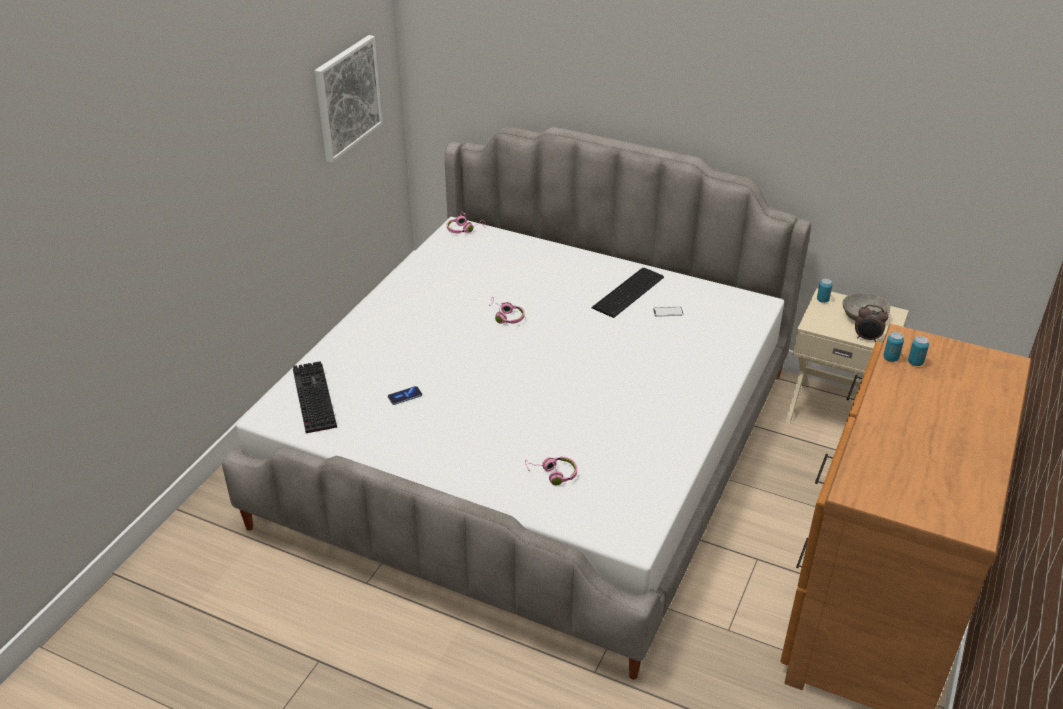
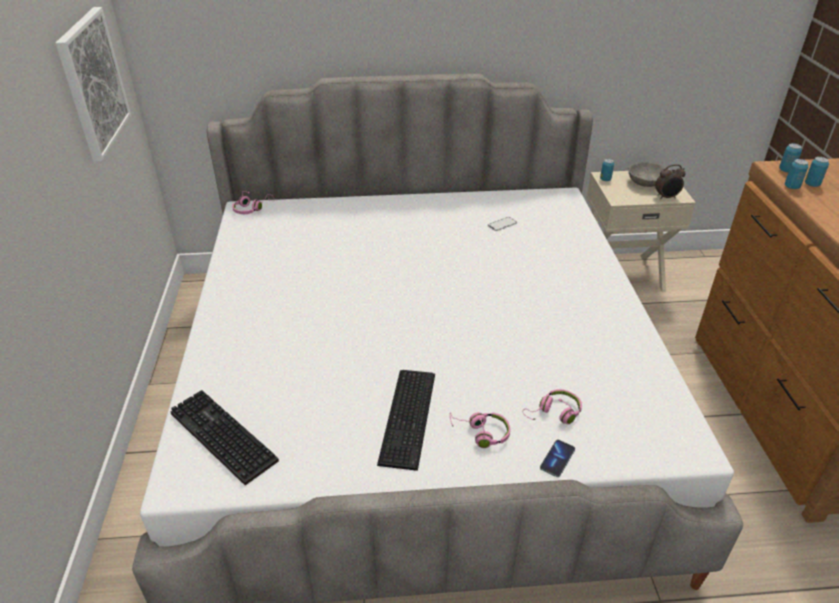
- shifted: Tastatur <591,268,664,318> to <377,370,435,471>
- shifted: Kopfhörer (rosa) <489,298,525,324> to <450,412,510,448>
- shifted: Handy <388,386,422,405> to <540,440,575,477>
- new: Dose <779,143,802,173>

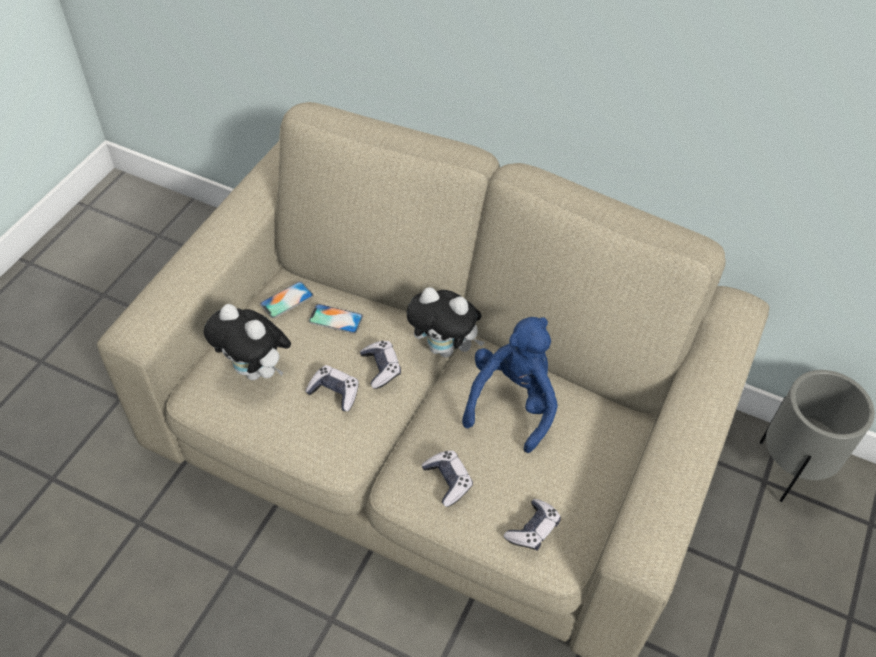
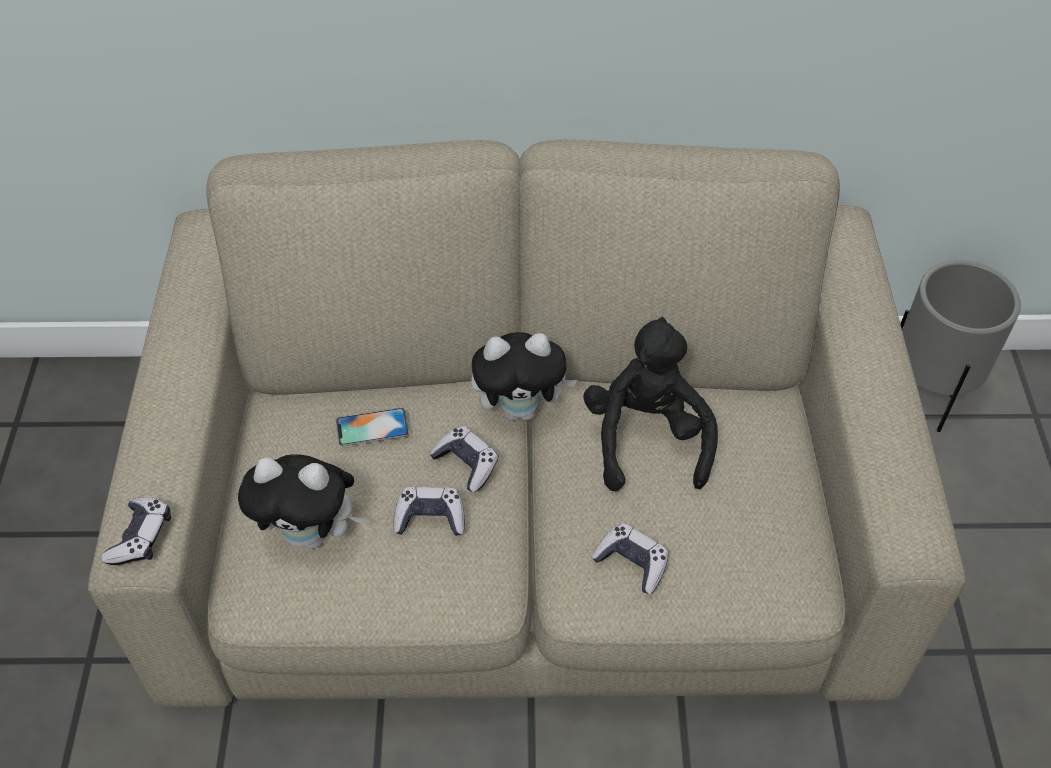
- gone: Handy <260,281,314,318>
- repainted: Plüschtier (blau) <462,317,558,453> to Plüschtier (schwarz) <583,317,718,491>
- shifted: Gamepad <504,499,561,551> to <101,497,171,565>

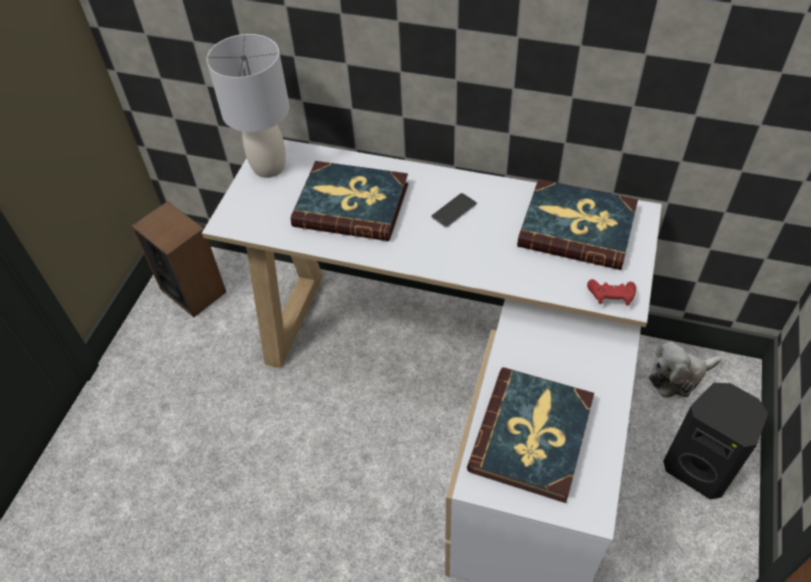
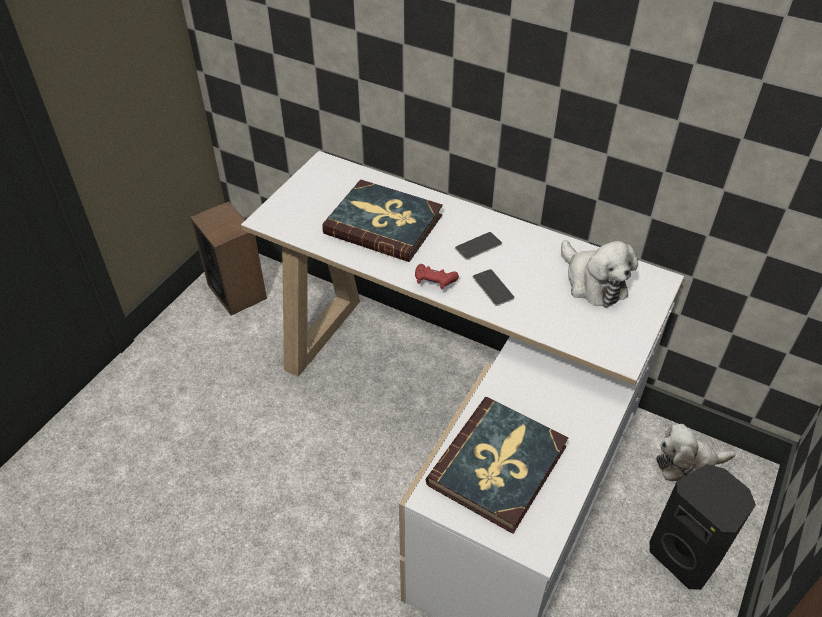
- gone: Tischlampe (grau) <207,34,290,178>
- swapped: Buch <517,179,638,270> to Plüschtier <561,240,638,308>
- shifted: Gamepad (rot) <587,279,636,306> to <415,264,459,289>
- new: Handy <472,269,515,306>

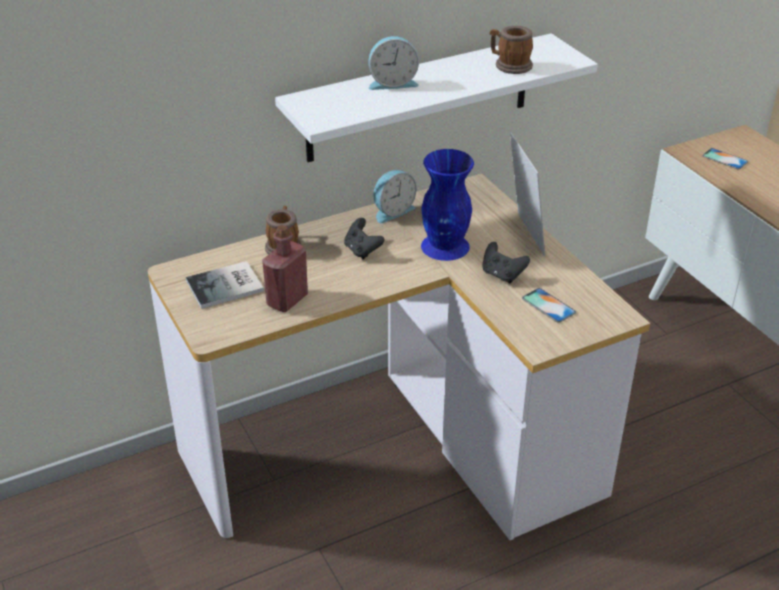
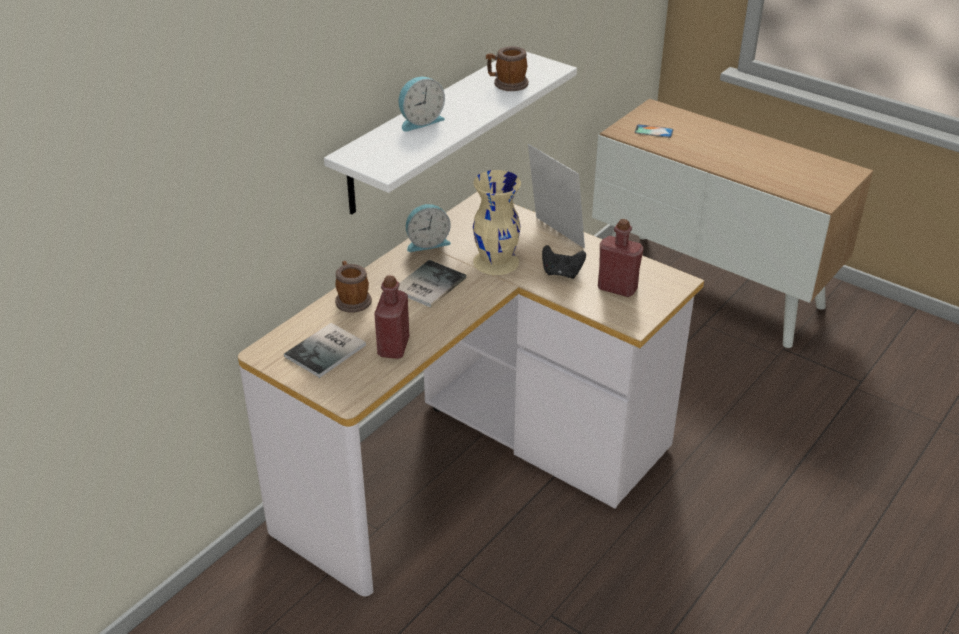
- repainted: Vase (blau) <421,149,474,261> to Vase (beige) <473,170,521,275>
- rotated: Wecker <373,170,417,223> = <406,204,451,252> 45 degrees clockwise
- swapped: Gamepad (schwarz) <344,218,385,260> to Buch <398,260,466,308>
- swapped: Handy <522,288,576,323> to Flasche (rot) <598,219,643,297>

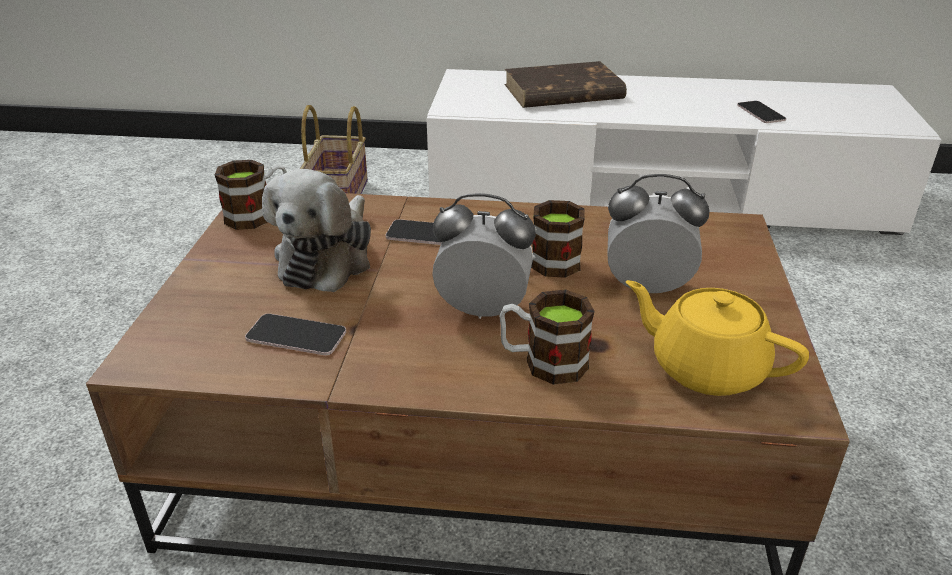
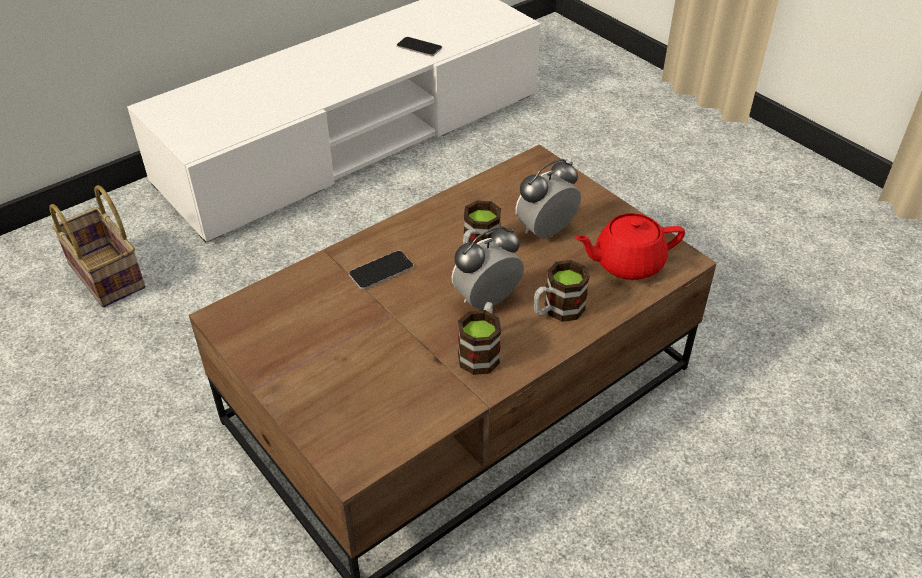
- gone: Buch (braun) <504,61,627,108>
- shifted: Henkelbecher <215,160,287,230> to <458,302,501,375>
- gone: Plüschtier <262,169,371,292>
- repainted: Teekanne (gelb) <626,280,809,396> to Teekanne (rot) <575,213,685,280>
- gone: Handy <245,313,346,355>

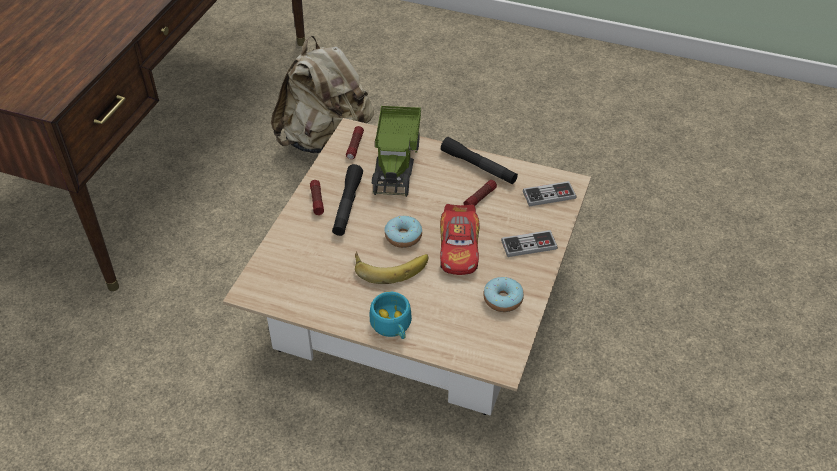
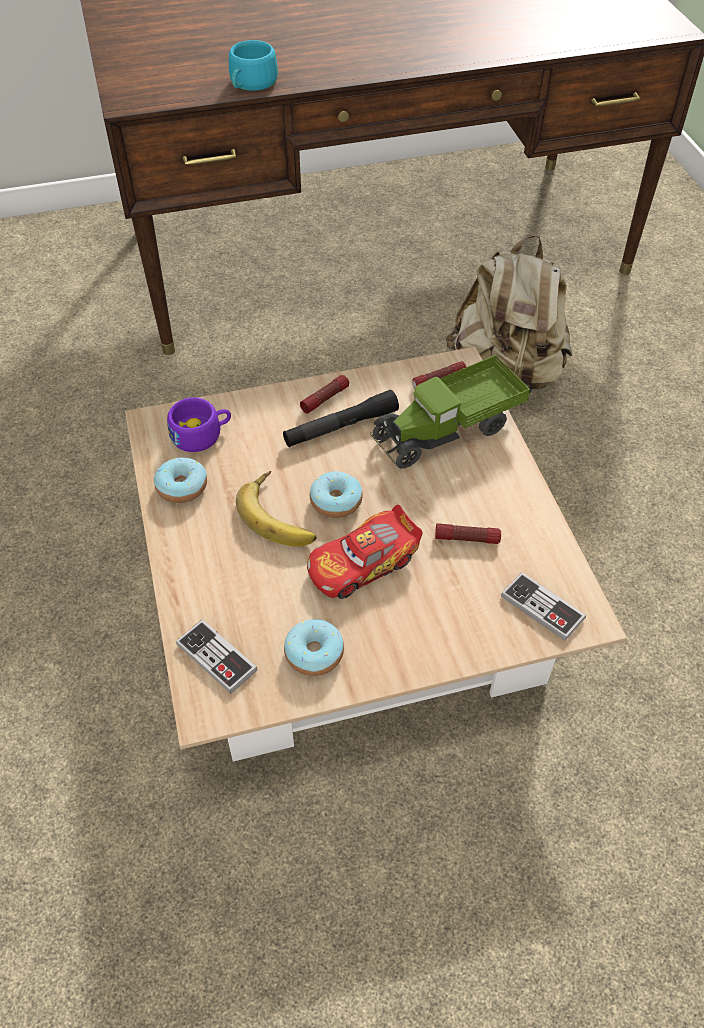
- gone: Taschenlampe (schwarz) <441,137,518,184>
- shifted: Gamepad <501,230,558,257> to <176,619,258,694>
- shifted: Tasse (türkis) <370,292,412,339> to <229,40,278,91>
- new: Tasse (lila) <167,397,231,452>
- new: Donut <154,457,207,503>

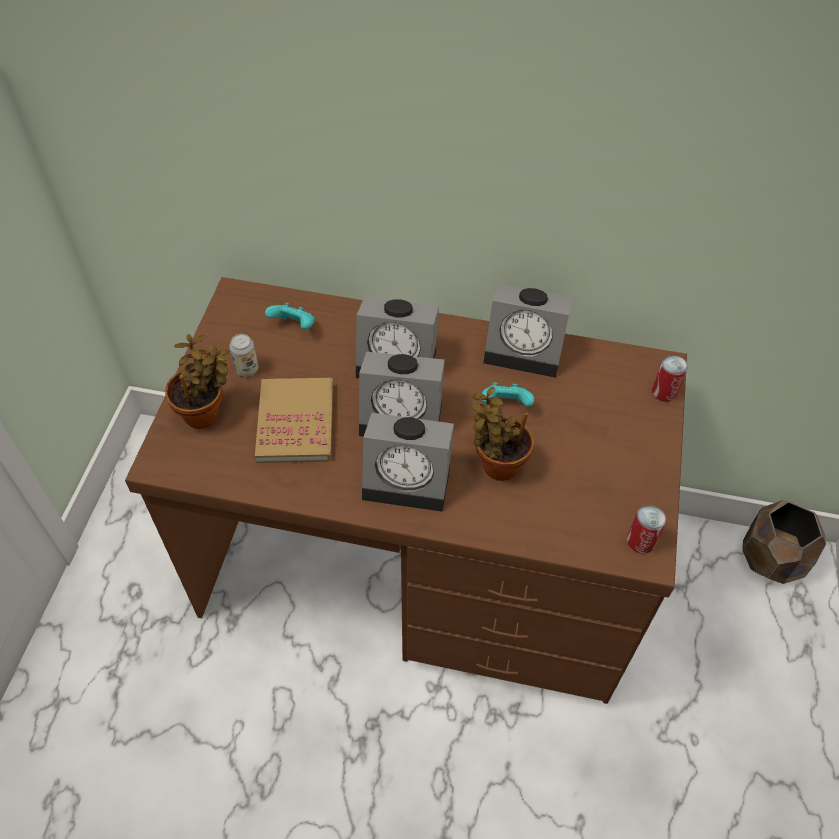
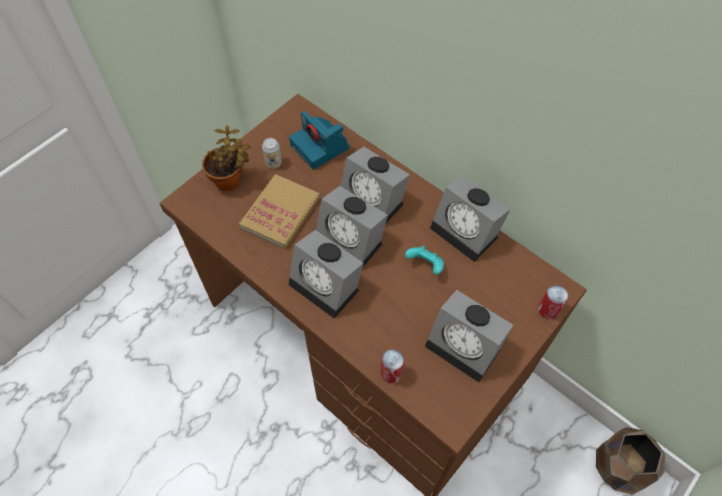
- swapped: Gamepad (türkis) <265,303,315,330> to Kamera <289,111,349,170>
- gone: Topfpflanze <471,387,534,481>
- shifted: Dose <627,504,667,554> to <381,349,405,383>
- new: Wecker <425,290,513,382>

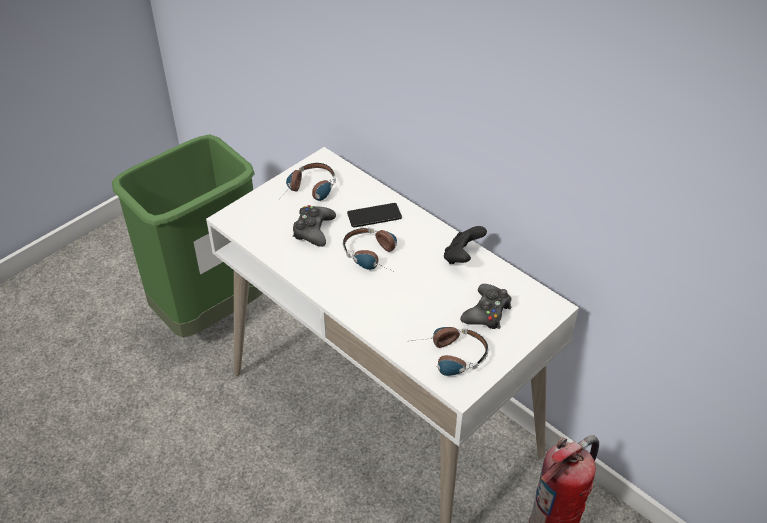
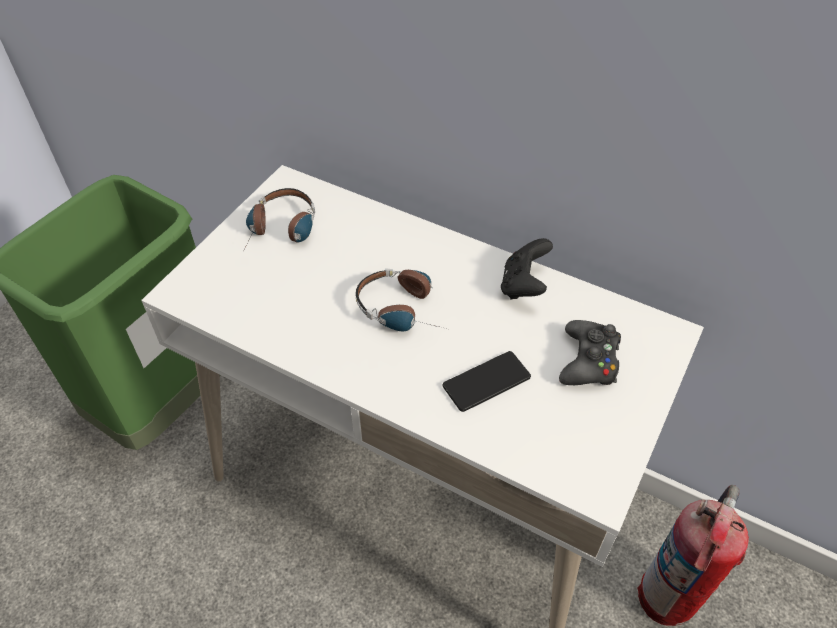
- shifted: Handy <347,203,402,228> to <442,351,531,412>
- gone: Gamepad (schwarz) <293,205,336,247>
- gone: Kopfhörer <411,327,488,376>

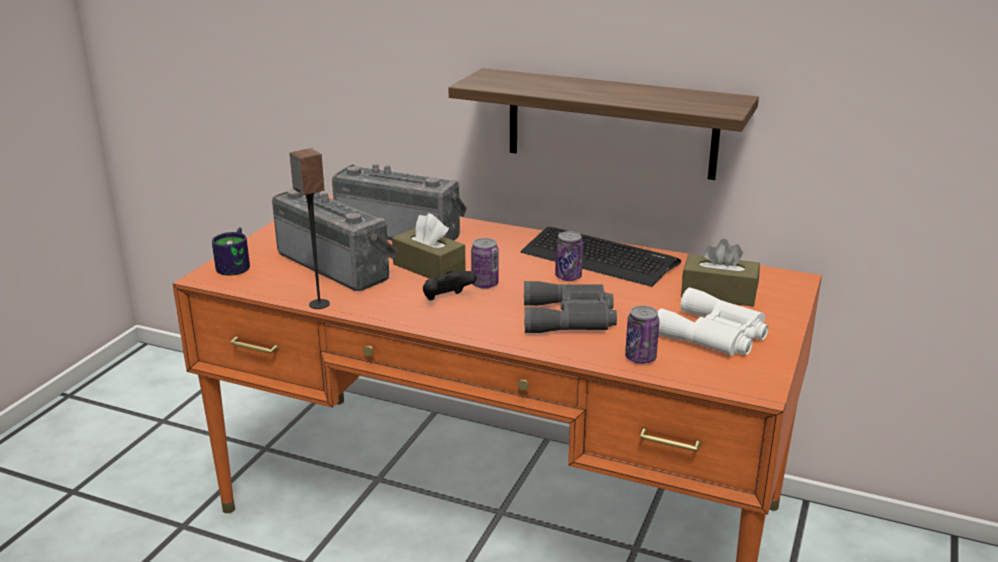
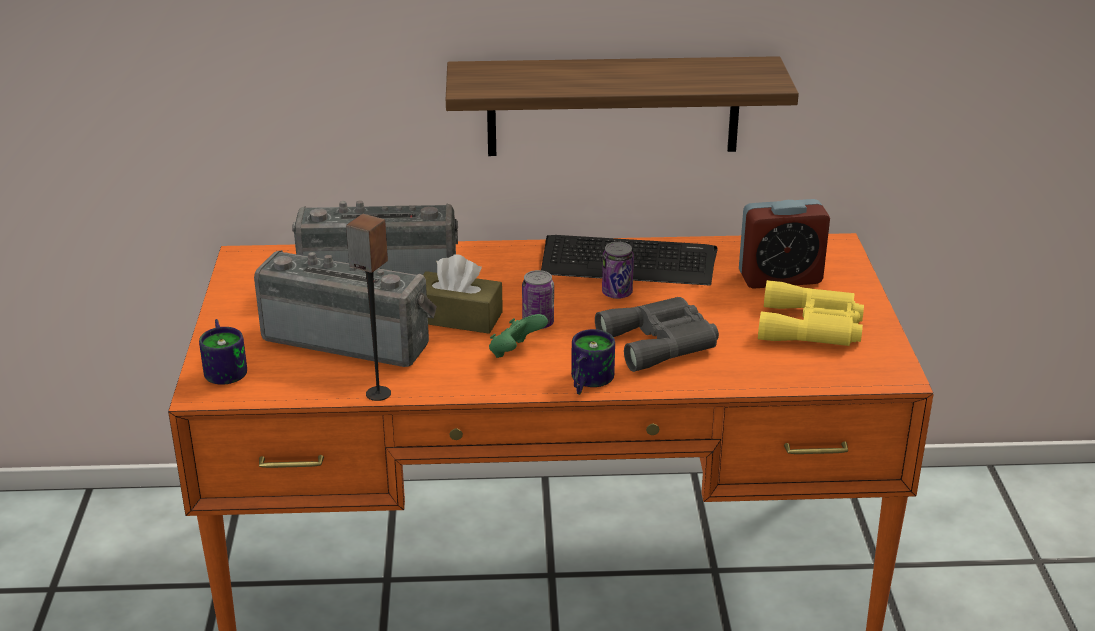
- swapped: Taschentuchbox (braun) <681,239,760,306> to Wecker <739,199,830,289>
- repainted: Gamepad (schwarz) <423,271,477,300> to Gamepad (grün) <489,314,548,358>
- repainted: Fernglas (weiß) <658,288,768,356> to Fernglas (gelb) <758,280,864,346>
- gone: Dose <625,306,659,364>
- new: Henkelbecher <571,329,615,395>

